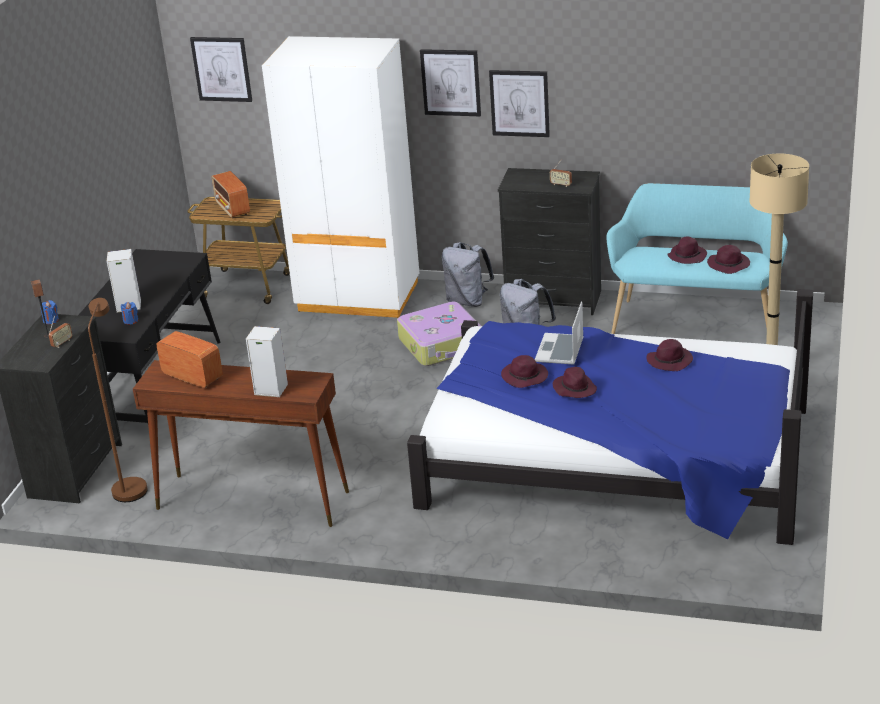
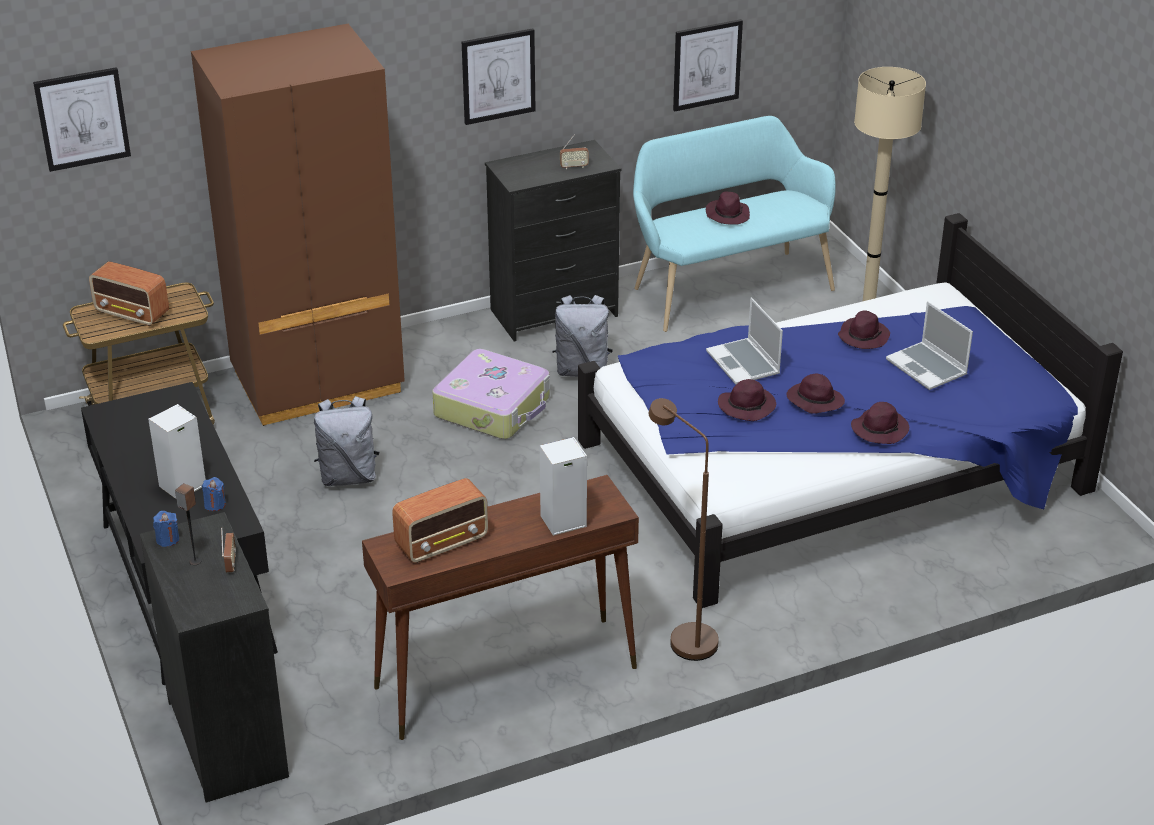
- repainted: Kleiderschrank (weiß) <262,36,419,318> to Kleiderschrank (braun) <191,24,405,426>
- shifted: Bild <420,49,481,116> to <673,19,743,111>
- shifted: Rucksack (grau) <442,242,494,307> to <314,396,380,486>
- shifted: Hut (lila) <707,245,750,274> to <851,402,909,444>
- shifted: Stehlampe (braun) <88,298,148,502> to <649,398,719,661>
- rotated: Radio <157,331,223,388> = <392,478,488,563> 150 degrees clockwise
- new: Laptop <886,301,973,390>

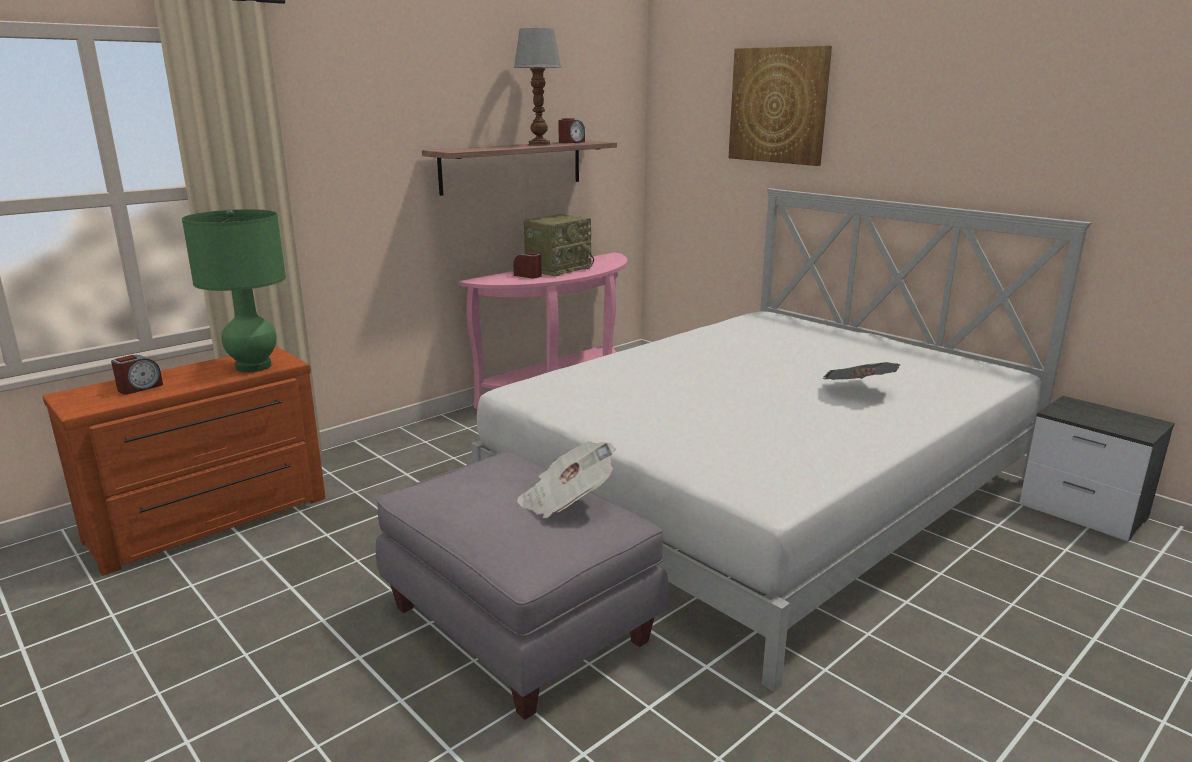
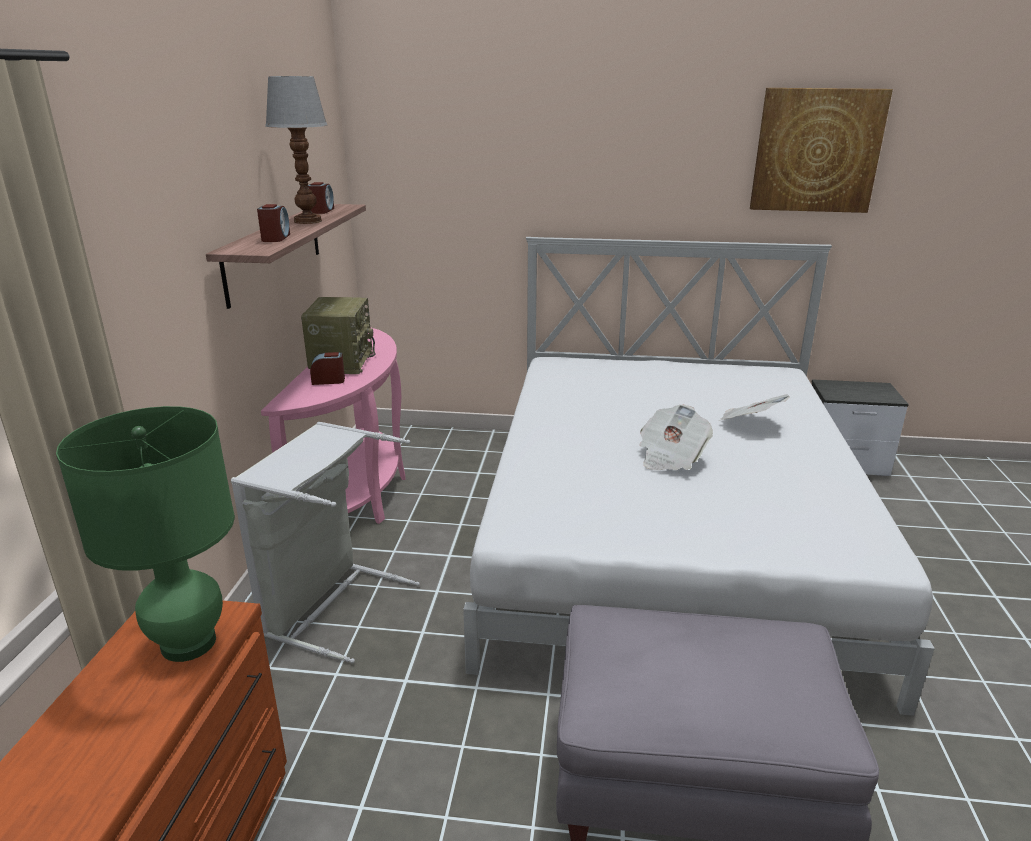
- shifted: Bild <728,46,832,166> to <750,88,893,213>
- shifted: Wecker <111,355,163,395> to <257,204,290,242>
- shifted: Zeitung <517,441,616,518> to <640,405,713,470>
- new: Wäschekorb (grau) <231,421,420,663>

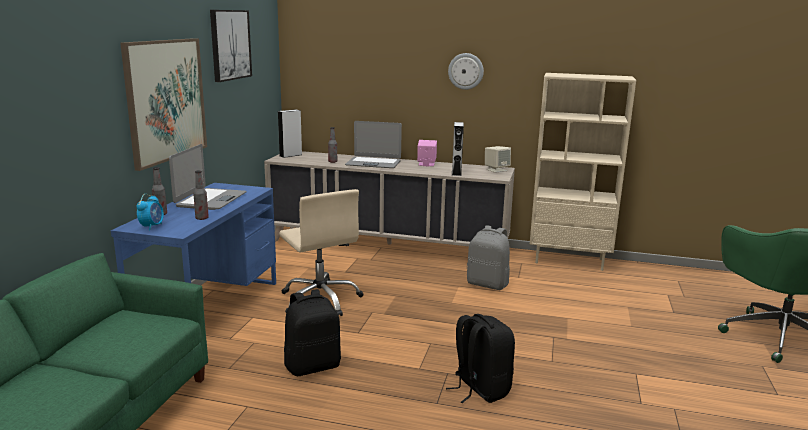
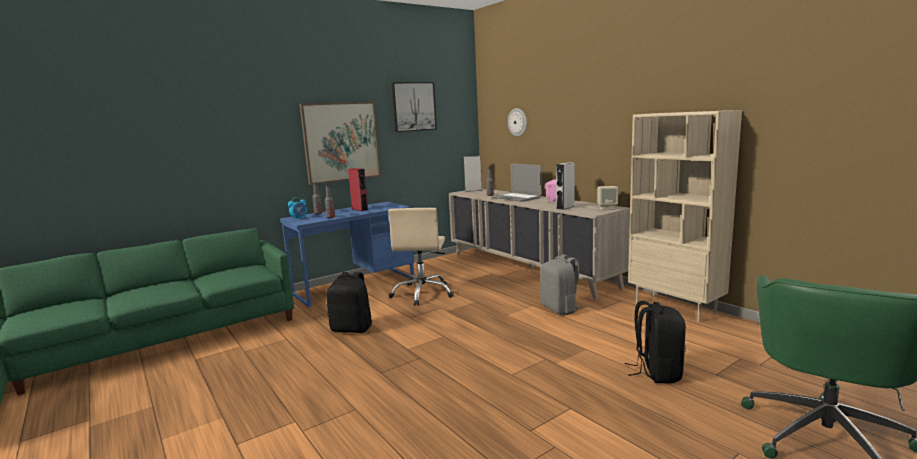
- shifted: Wanduhr <448,53,484,90> to <508,108,527,137>
- swapped: Laptop <169,144,247,210> to Lautsprecher (rot) <348,168,368,211>
- shifted: Rucksack (schwarz) <446,314,515,403> to <625,301,686,383>

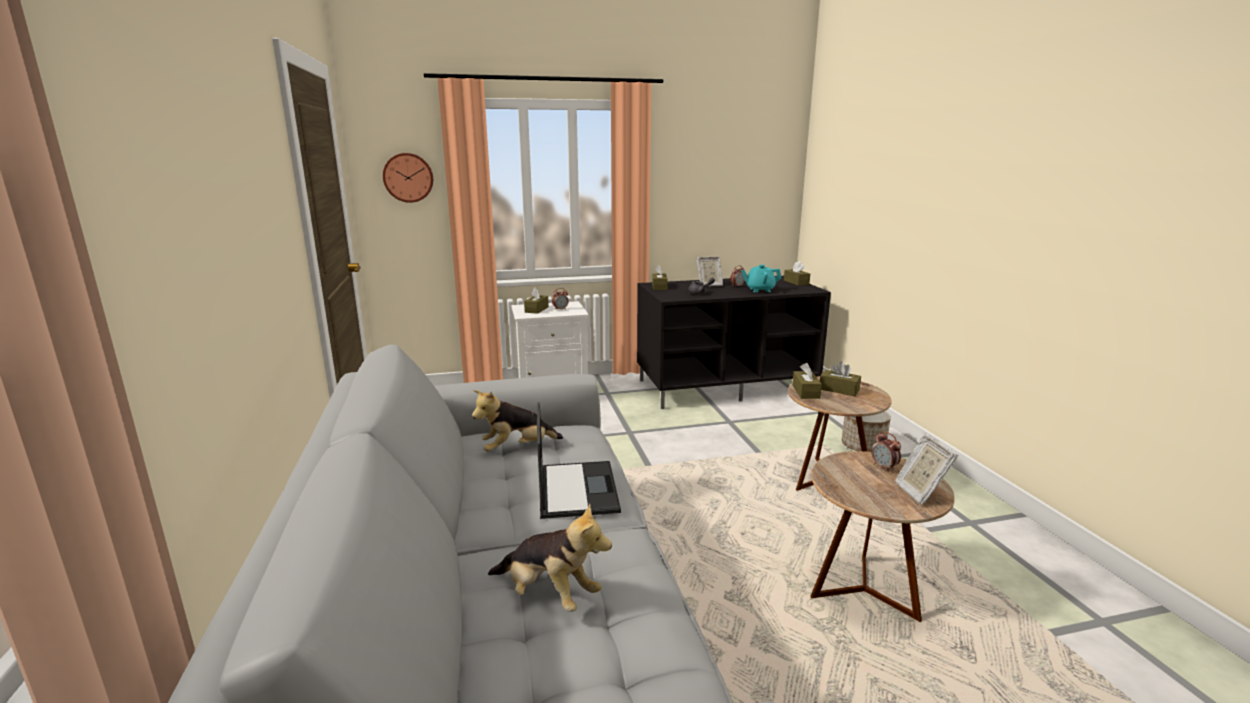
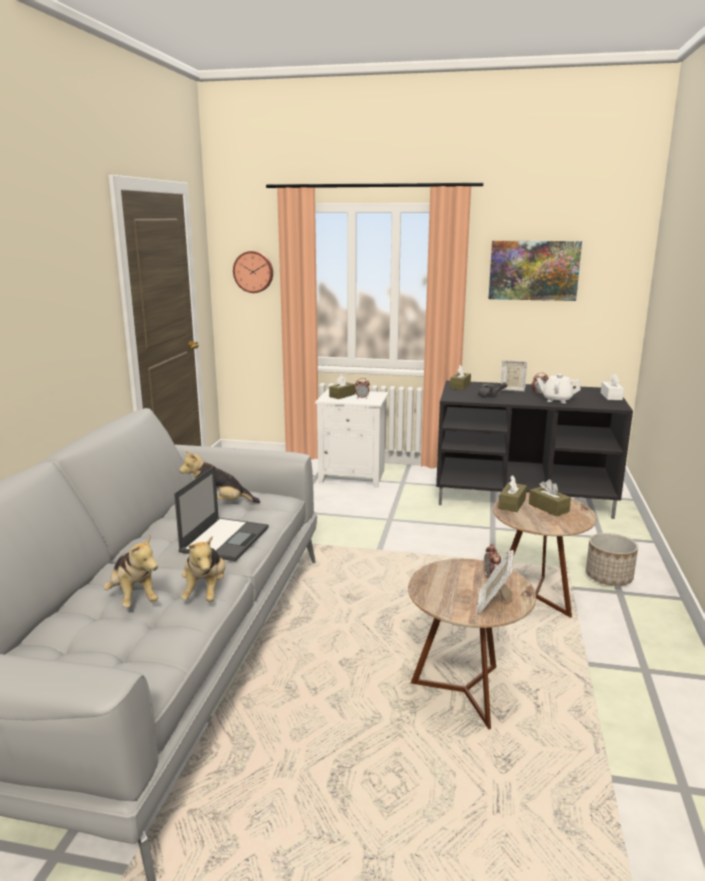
- repainted: Taschentuchbox (braun) <784,261,810,286> to Taschentuchbox (weiß) <601,374,624,400>
- repainted: Teekanne (türkis) <741,265,781,292> to Teekanne (weiß) <537,374,581,403>
- new: Bild <489,241,582,301>
- new: Plüschtier <181,536,226,602>

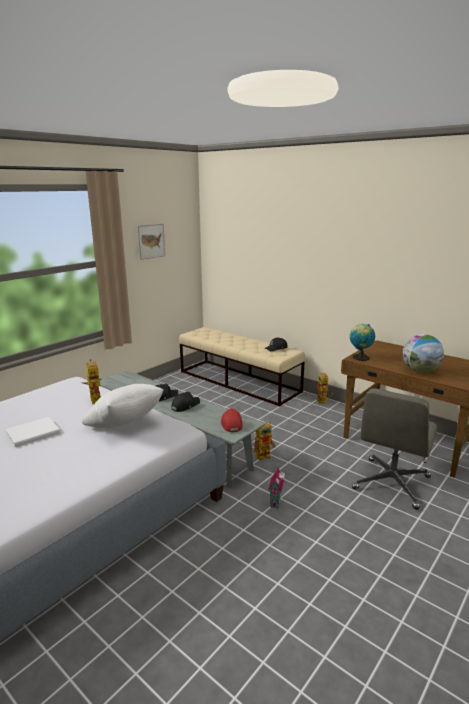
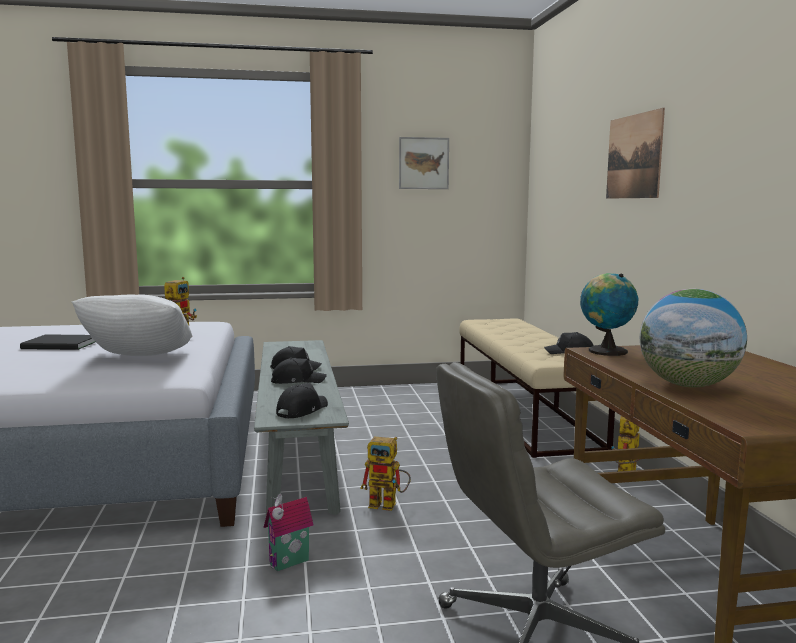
- repainted: Kappe (rot) <221,408,243,432> to Kappe (schwarz) <276,383,328,418>
- repainted: Buch (weiß) <6,417,60,447> to Buch (schwarz) <20,334,95,350>
- new: Bild <606,108,665,199>

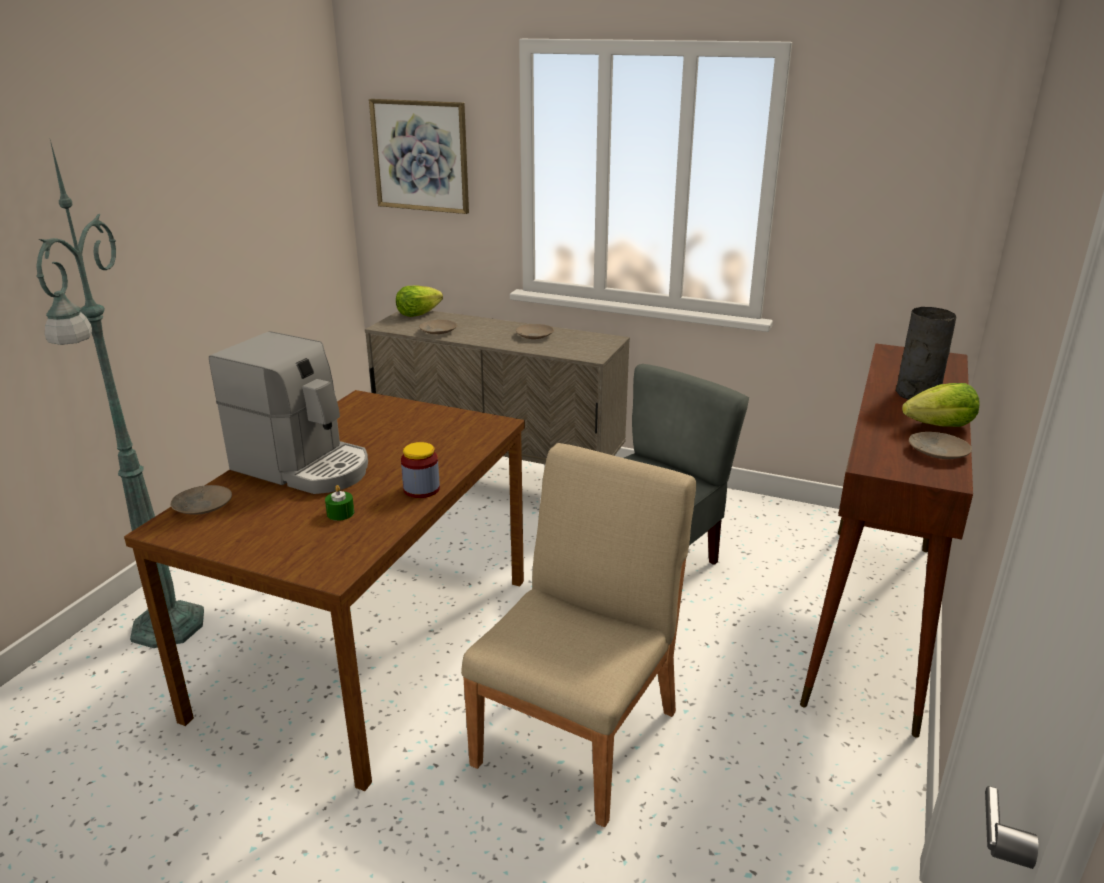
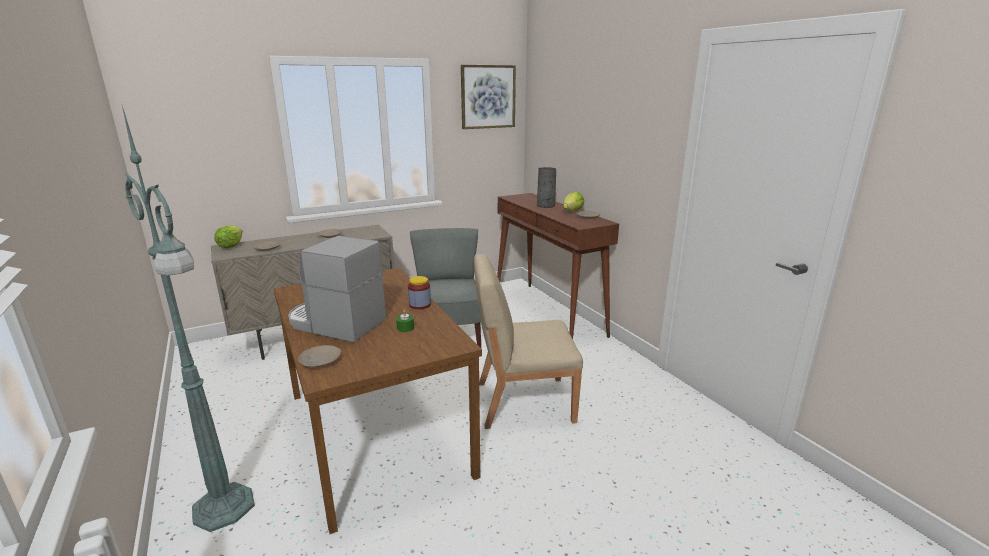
- shifted: Bild <369,99,469,214> to <461,65,516,129>
- rotated: Kaffeemaschine <209,331,368,494> = <288,236,386,343> 135 degrees counterclockwise
- rotated: Stuhl (beige) <461,443,696,827> = <474,254,583,429> 75 degrees counterclockwise

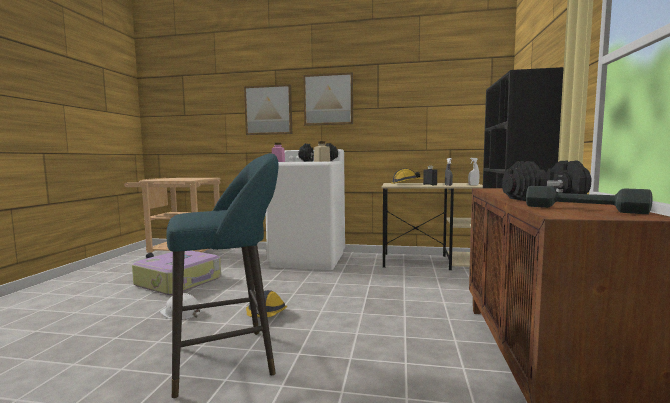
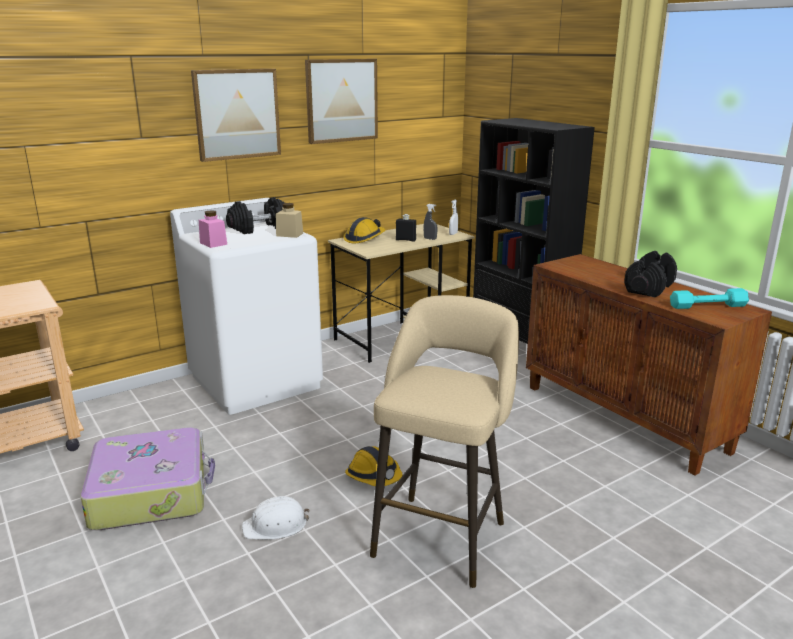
- shifted: Bild <244,84,292,135> to <305,59,378,144>
- repainted: Hocker (türkis) <166,153,279,398> to Hocker (beige) <370,295,519,588>
- repainted: Hantel (grau) <526,186,653,214> to Hantel (türkis) <670,288,749,309>

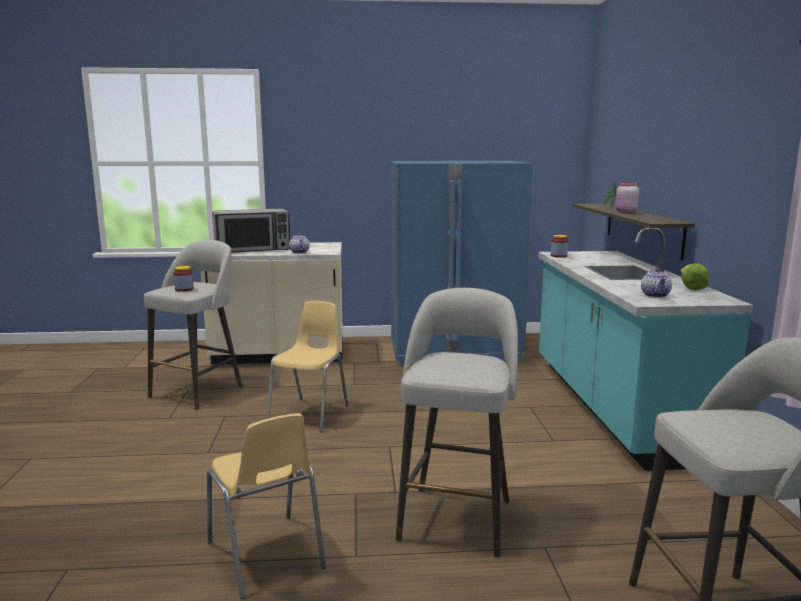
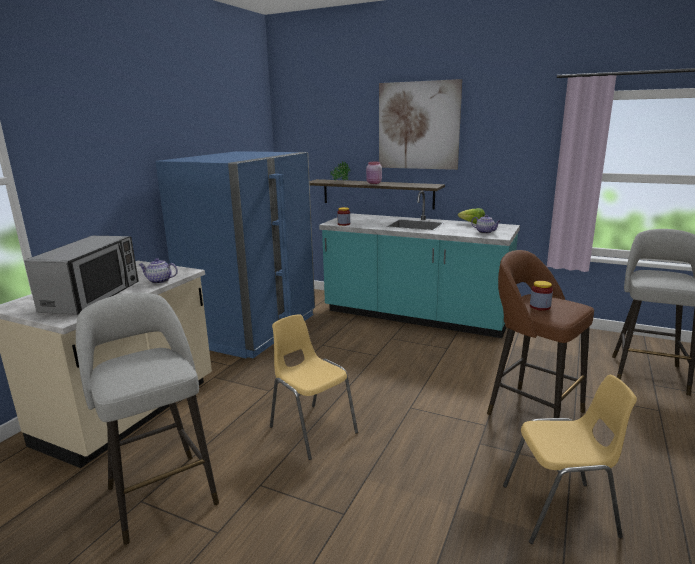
- shifted: Vorratsglas <174,266,194,292> to <530,281,553,311>
- repainted: Hocker (grau) <395,288,518,558> to Hocker (braun) <487,250,594,418>
- new: Bild <379,79,462,170>

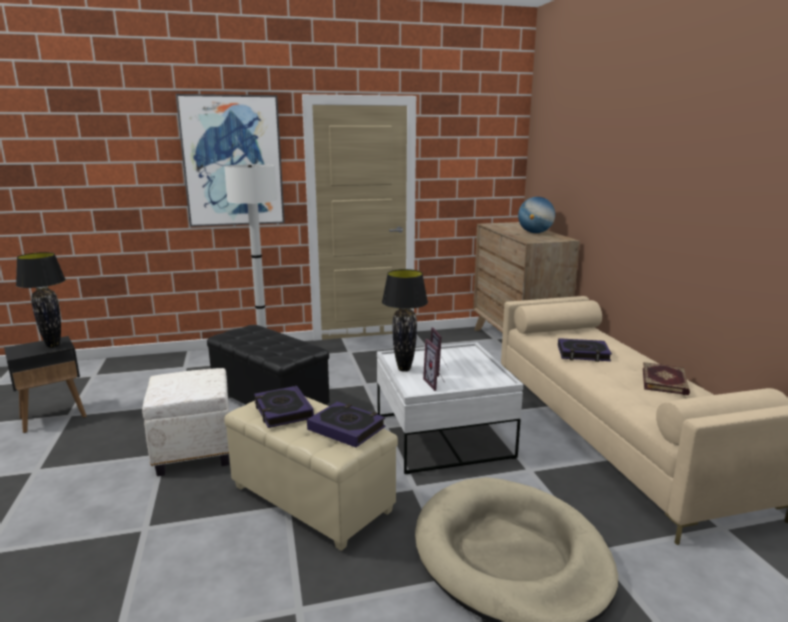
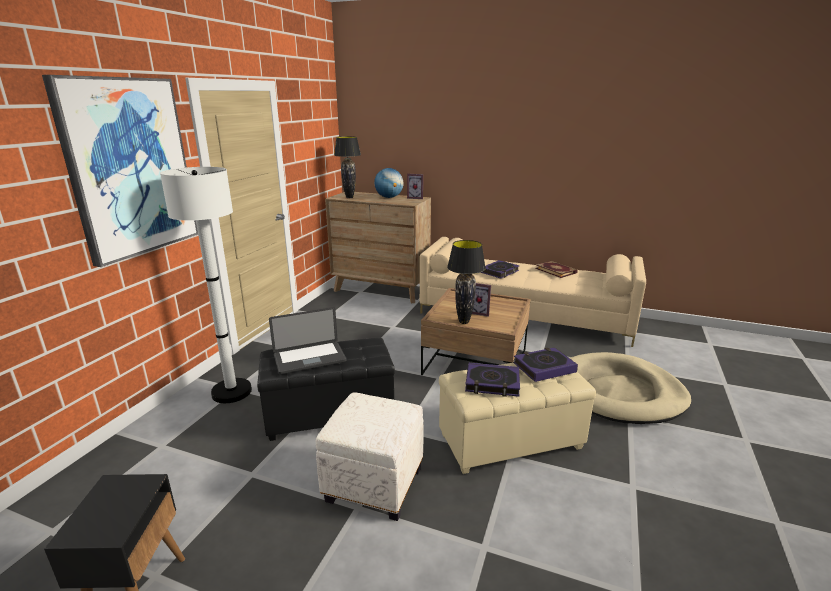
- shifted: Tischlampe (schwarz) <16,252,66,348> to <334,136,361,198>
- shifted: Bilderrahmen <423,339,444,391> to <407,174,423,199>
- repainted: Couchtisch (weiß) <377,342,523,474> to Couchtisch (braun) <421,288,530,375>
- new: Laptop <269,307,347,374>

